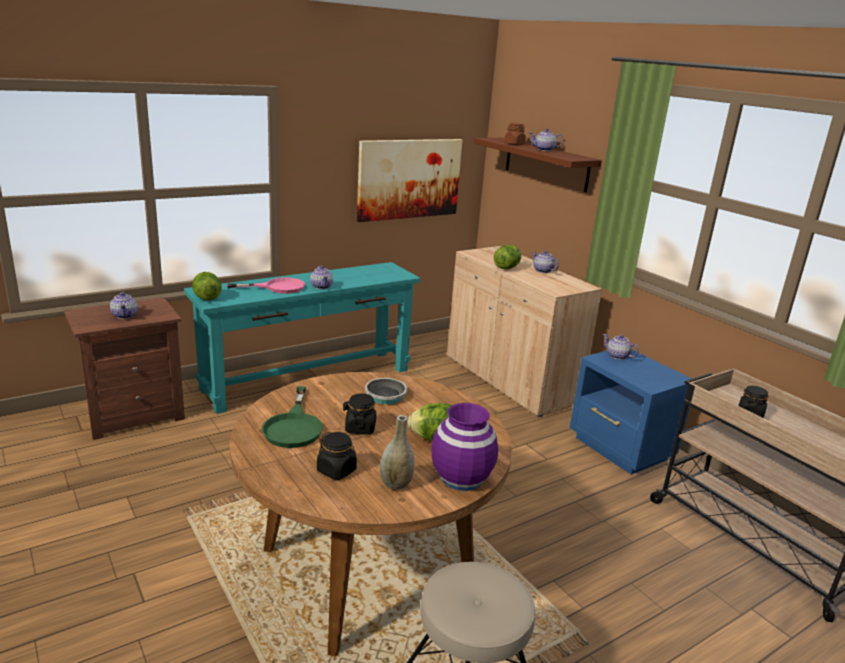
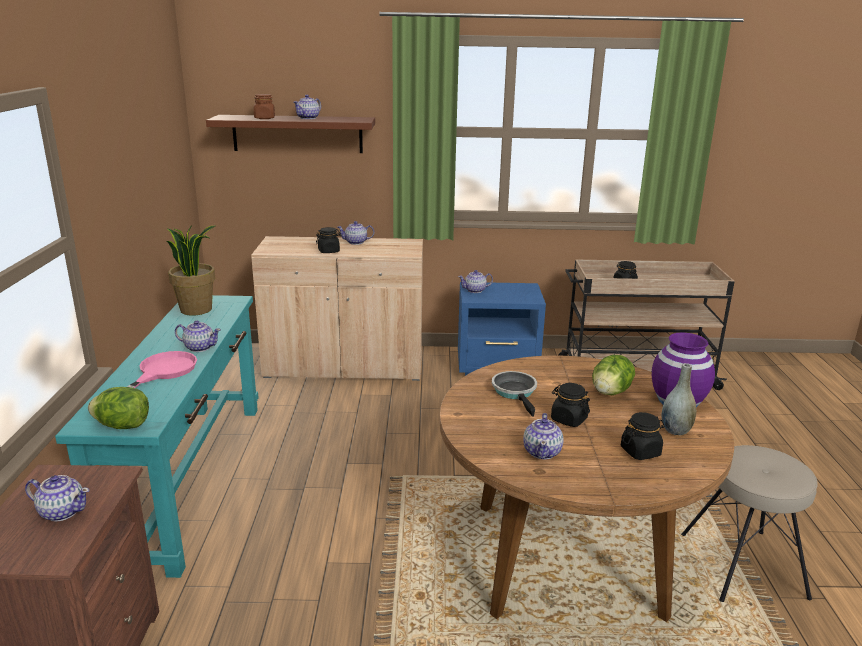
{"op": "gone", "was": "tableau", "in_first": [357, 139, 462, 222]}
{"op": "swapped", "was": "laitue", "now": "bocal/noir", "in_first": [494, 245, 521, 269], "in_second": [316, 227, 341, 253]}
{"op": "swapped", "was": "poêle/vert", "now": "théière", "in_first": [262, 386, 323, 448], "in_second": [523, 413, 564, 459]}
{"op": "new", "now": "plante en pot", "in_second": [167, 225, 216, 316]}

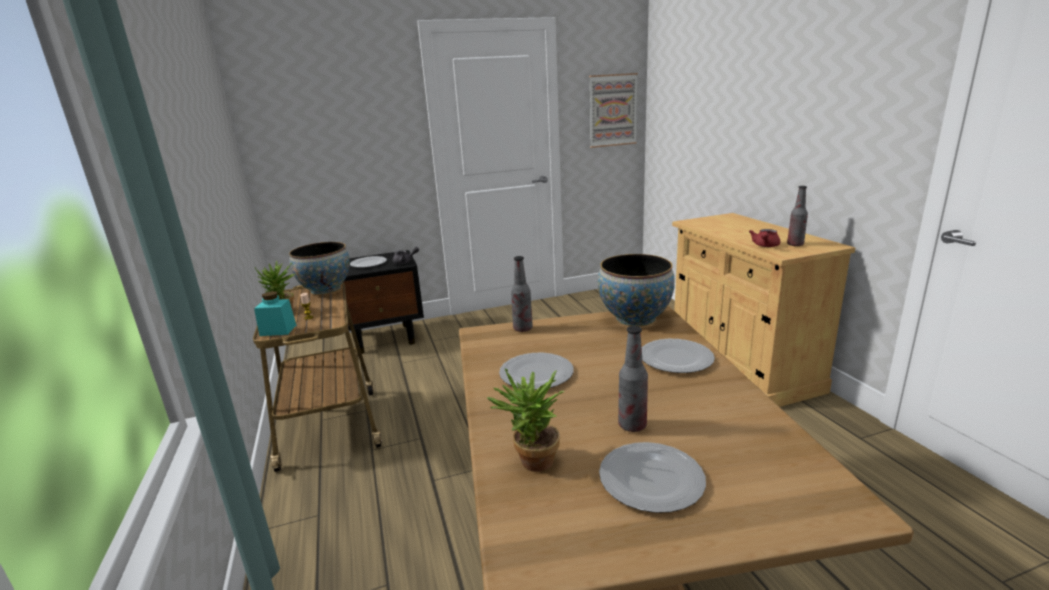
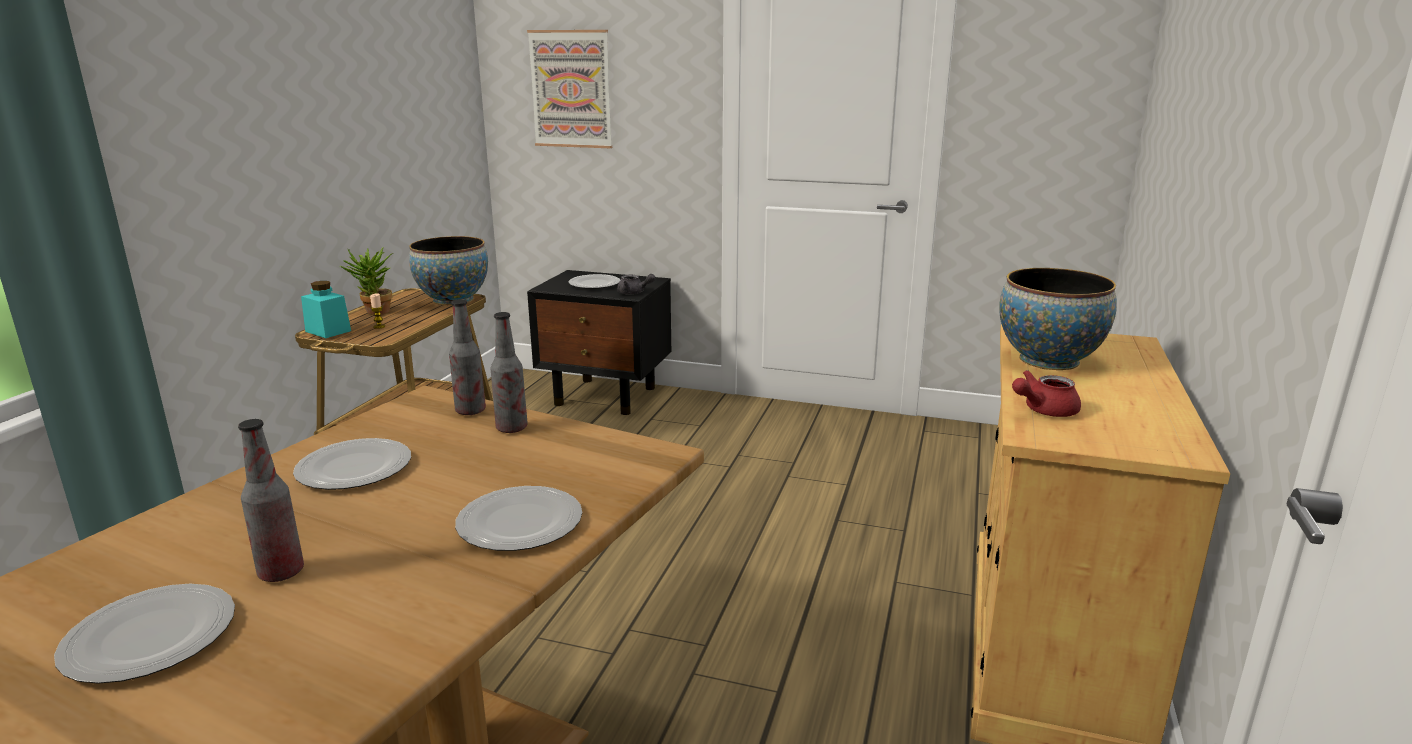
{"op": "shifted", "was": "tableau", "in_first": [589, 73, 638, 148], "in_second": [527, 30, 612, 148]}
{"op": "shifted", "was": "bouteille", "in_first": [787, 186, 808, 246], "in_second": [490, 312, 528, 433]}
{"op": "shifted", "was": "bol", "in_first": [598, 254, 675, 327], "in_second": [999, 268, 1117, 370]}
{"op": "gone", "was": "plante en pot", "in_first": [487, 368, 565, 472]}

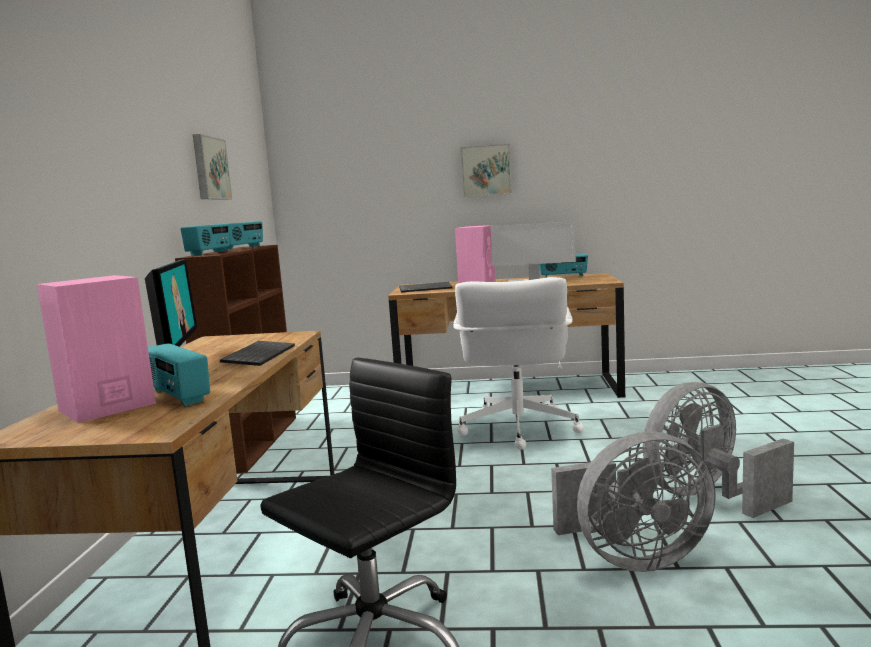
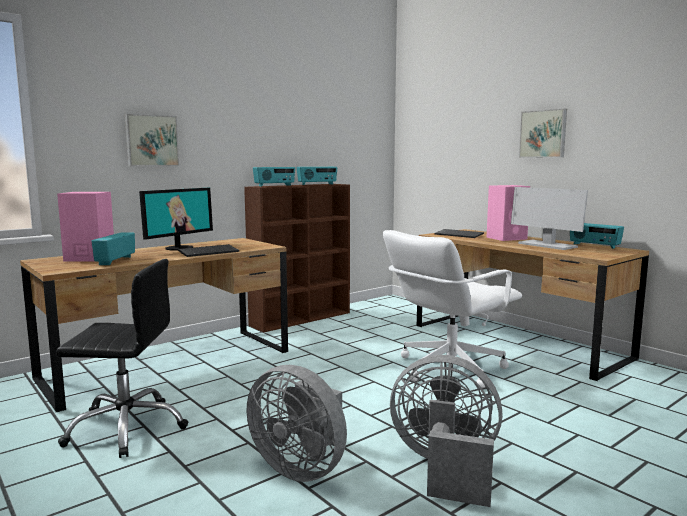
{"op": "shifted", "was": "tableau", "in_first": [193, 134, 232, 200], "in_second": [125, 114, 179, 166]}

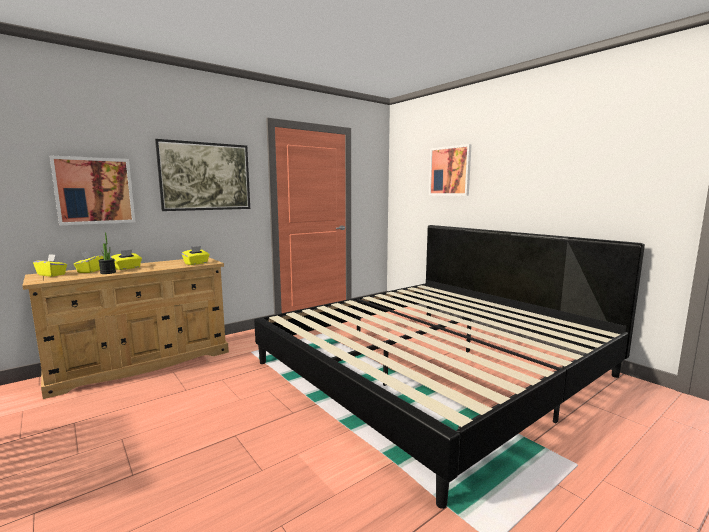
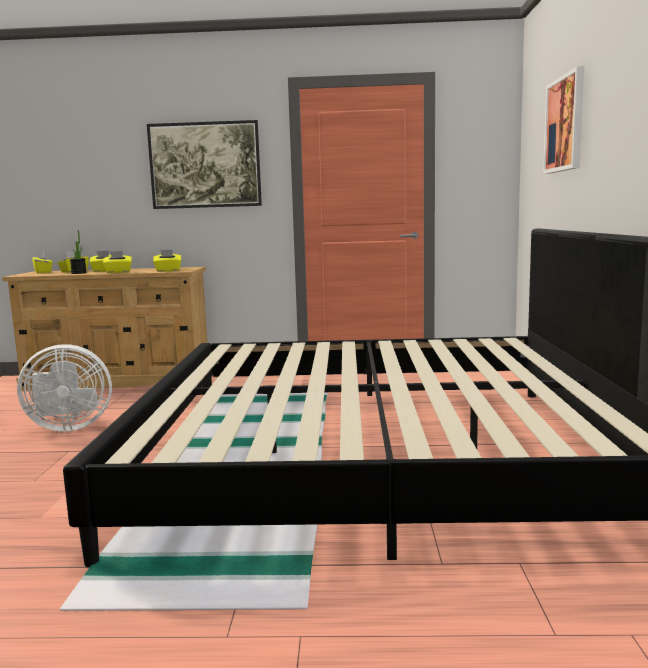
{"op": "gone", "was": "tableau", "in_first": [49, 155, 135, 225]}
{"op": "new", "now": "boîte à mouchoirs/jaune", "in_second": [103, 251, 132, 273]}
{"op": "new", "now": "ventilateur/blanc", "in_second": [17, 344, 112, 431]}

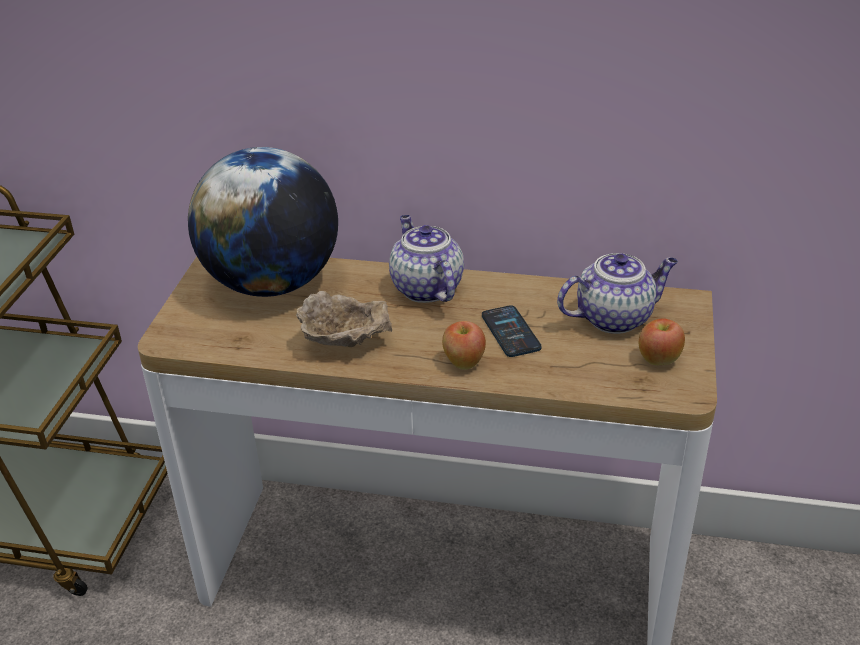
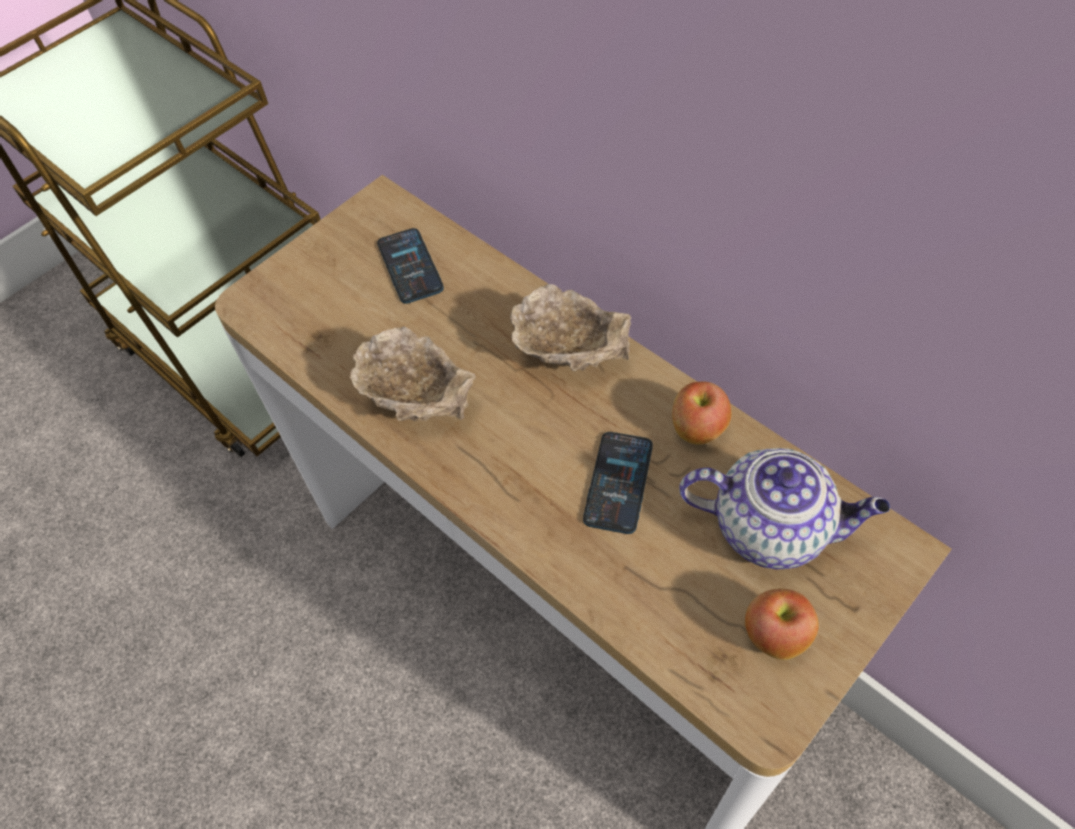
{"op": "swapped", "was": "globe", "now": "téléphone", "in_first": [188, 147, 338, 297], "in_second": [377, 228, 444, 304]}
{"op": "swapped", "was": "théière", "now": "bol/beige", "in_first": [389, 215, 464, 303], "in_second": [510, 284, 631, 371]}
{"op": "shifted", "was": "pomme", "in_first": [442, 321, 486, 370], "in_second": [672, 381, 731, 445]}

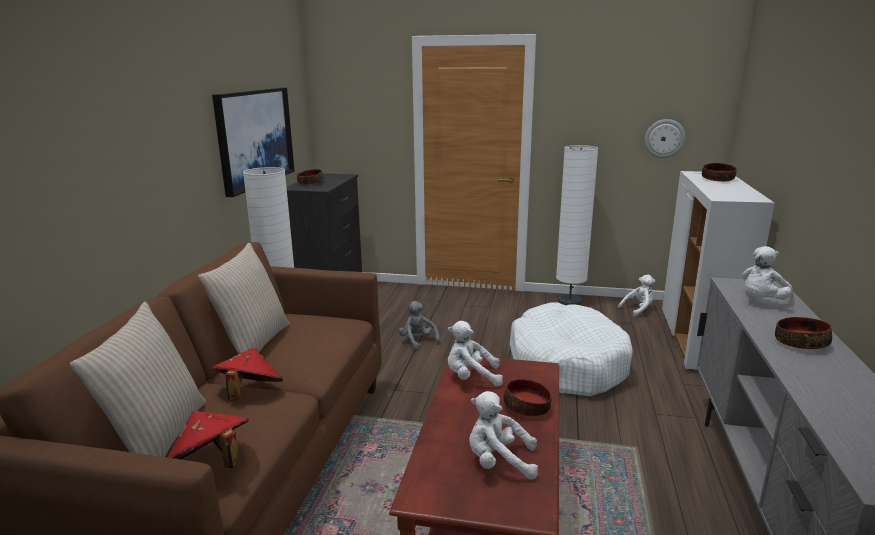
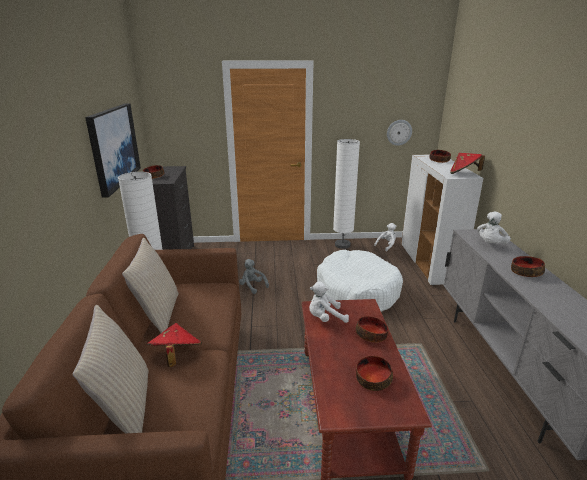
{"op": "swapped", "was": "peluche/blanc", "now": "bol", "in_first": [470, 391, 538, 480], "in_second": [356, 356, 393, 391]}
{"op": "shifted", "was": "chapeau/rouge", "in_first": [167, 410, 249, 468], "in_second": [450, 153, 485, 174]}

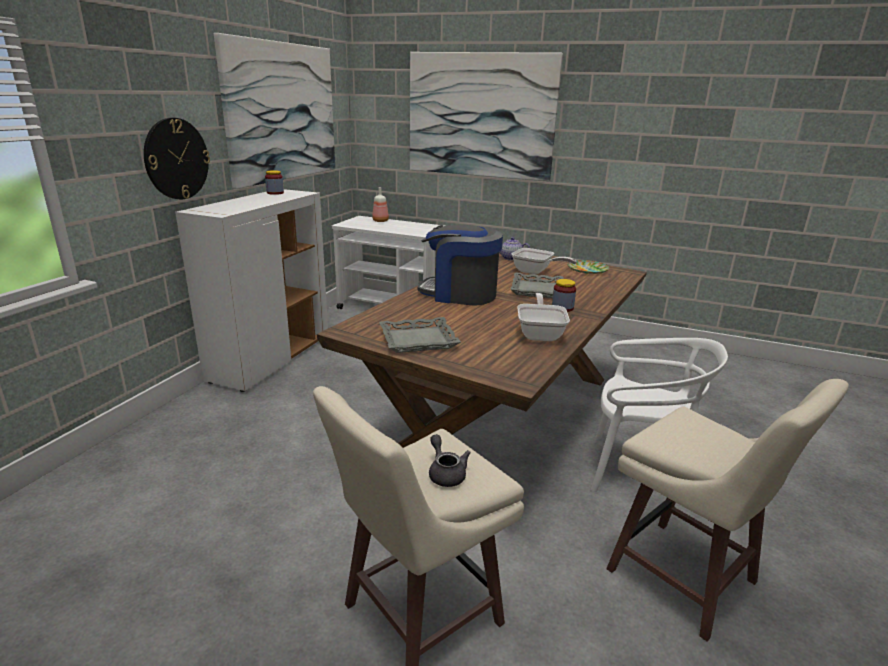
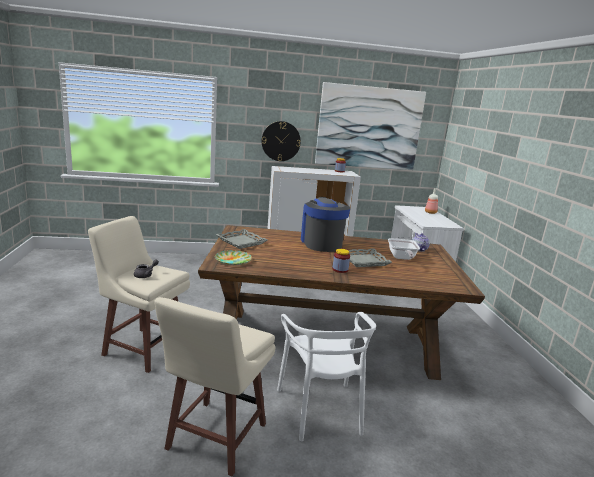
{"op": "gone", "was": "tableau", "in_first": [410, 52, 563, 181]}
{"op": "shifted", "was": "assiette", "in_first": [568, 260, 609, 274], "in_second": [215, 250, 252, 265]}
{"op": "gone", "was": "poêle", "in_first": [517, 293, 570, 341]}

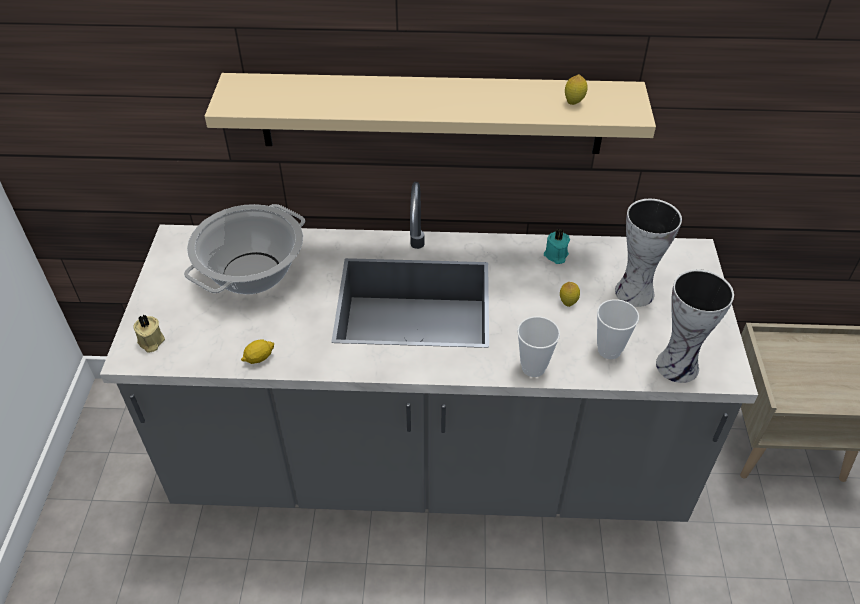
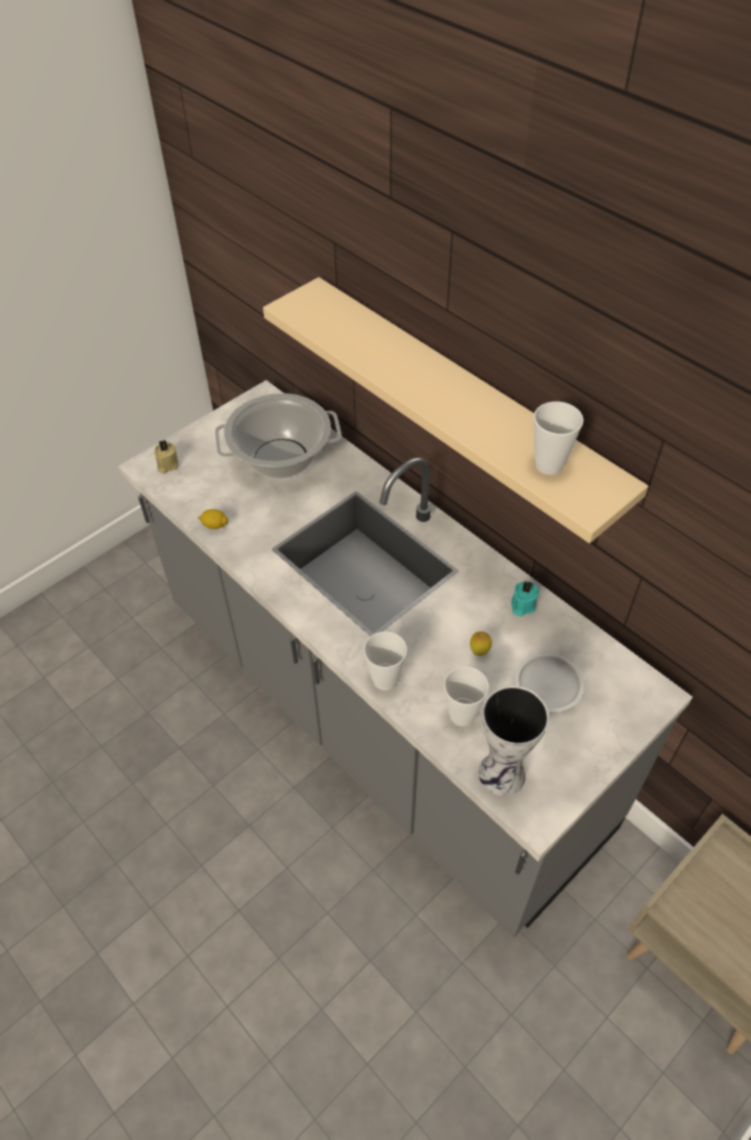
{"op": "swapped", "was": "citron", "now": "tasse", "in_first": [565, 74, 588, 105], "in_second": [534, 402, 584, 475]}
{"op": "swapped", "was": "vase", "now": "assiette/blanc", "in_first": [615, 199, 682, 307], "in_second": [515, 653, 584, 712]}

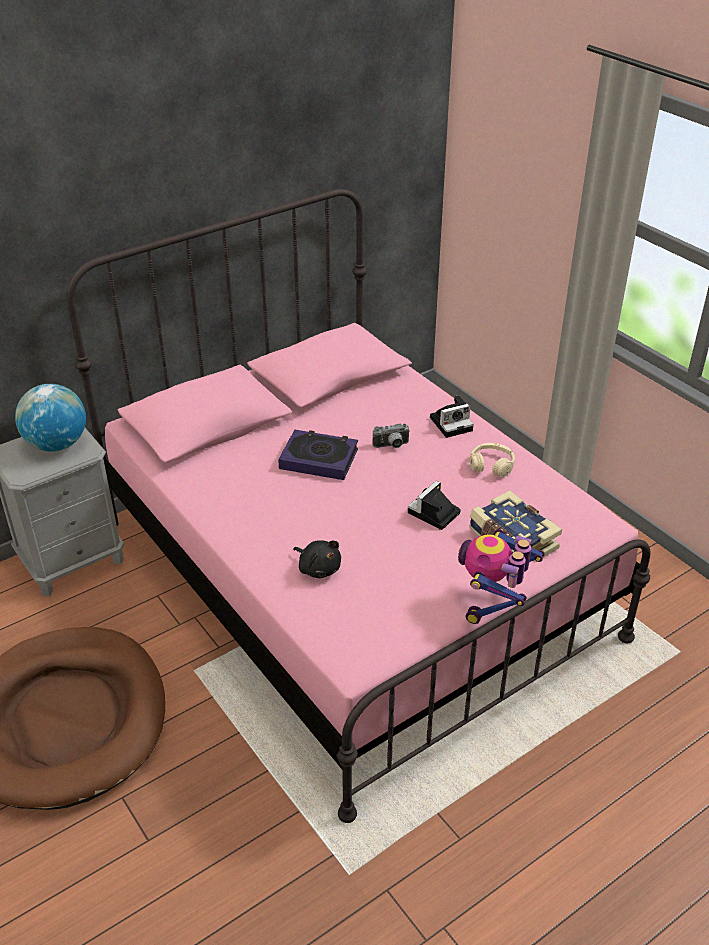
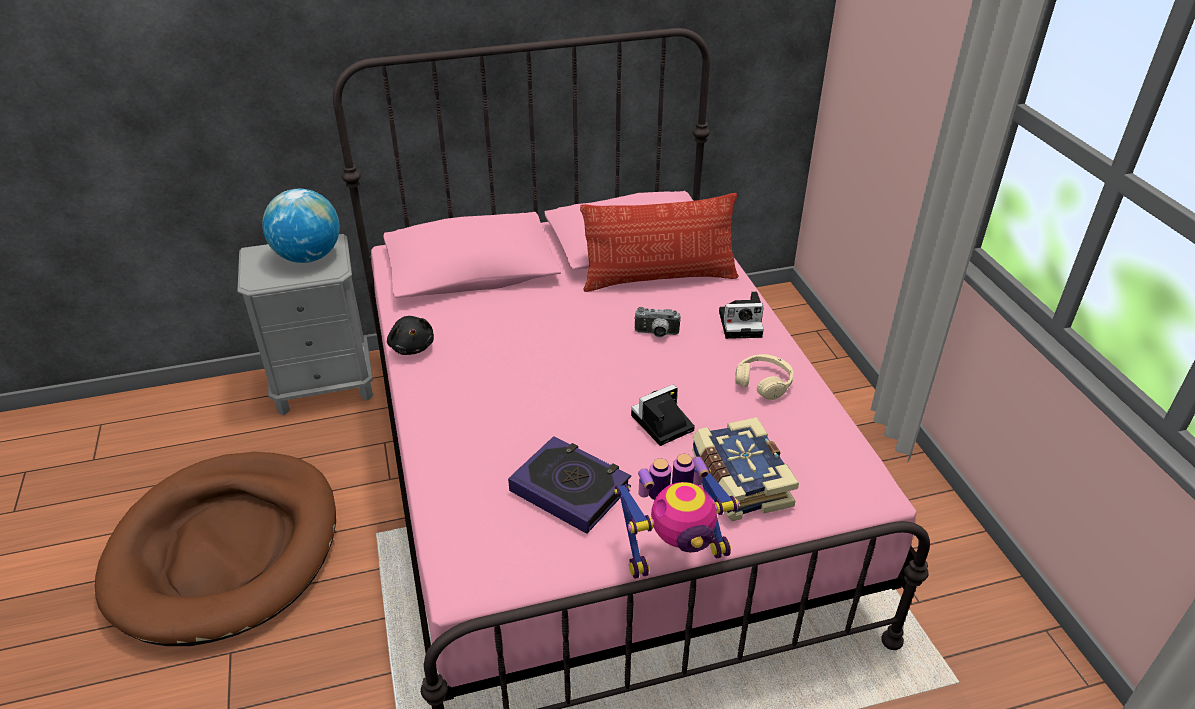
{"op": "shifted", "was": "livre", "in_first": [278, 430, 358, 480], "in_second": [508, 436, 631, 534]}
{"op": "rotated", "was": "robot jouet", "in_first": [458, 529, 545, 624], "in_second": [614, 454, 739, 579], "clockwise": -150}
{"op": "shifted", "was": "peluche/noir", "in_first": [293, 540, 341, 578], "in_second": [387, 316, 434, 355]}
{"op": "new", "now": "coussin", "in_second": [580, 193, 738, 292]}

